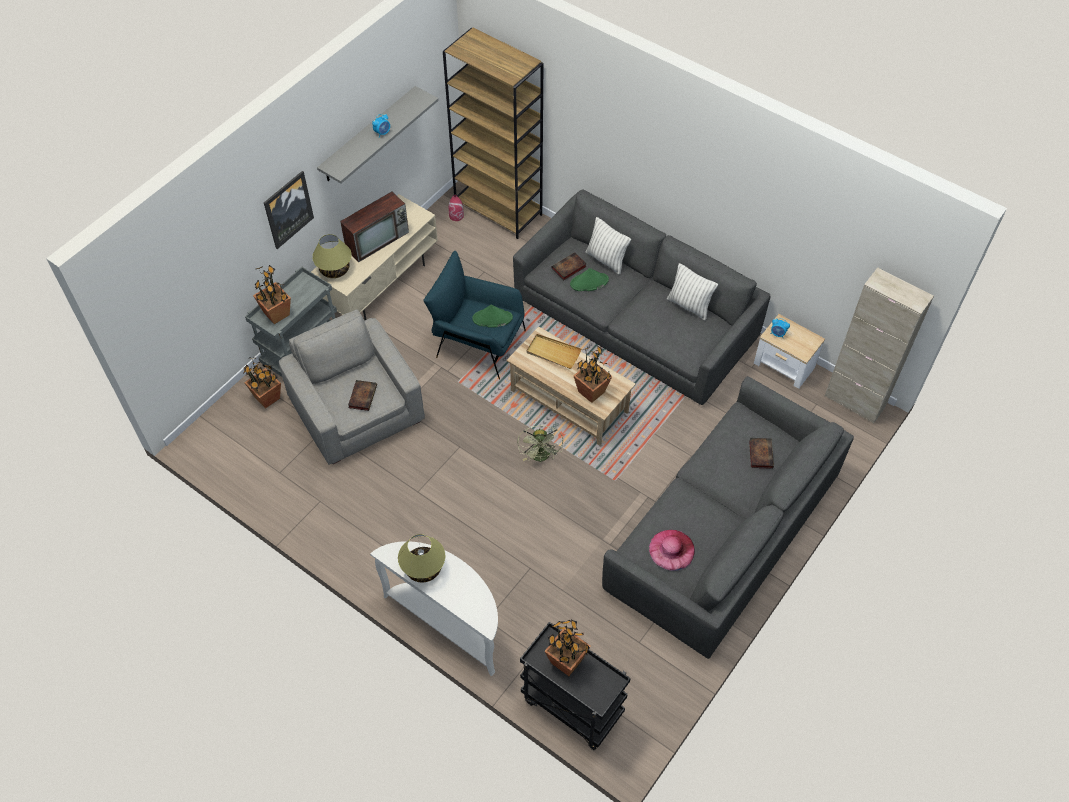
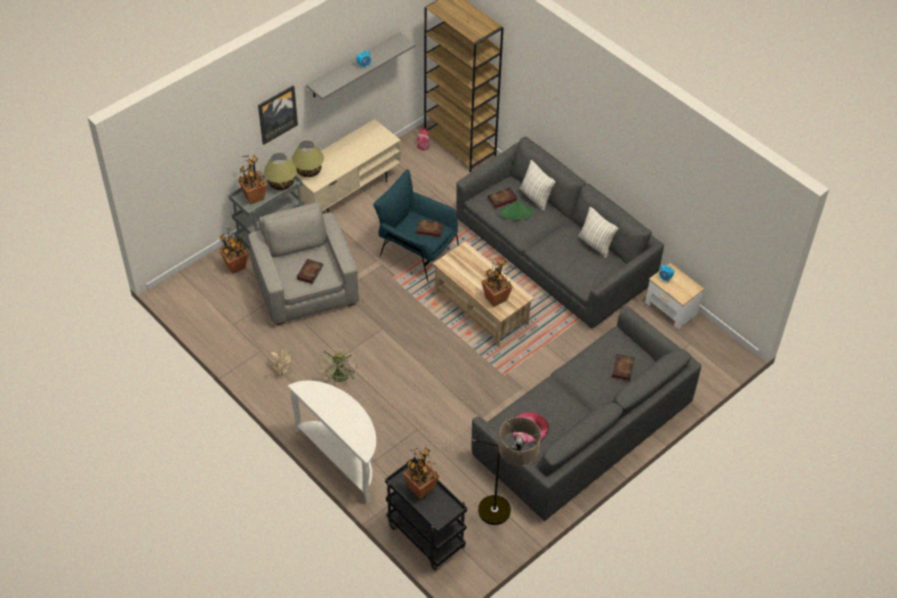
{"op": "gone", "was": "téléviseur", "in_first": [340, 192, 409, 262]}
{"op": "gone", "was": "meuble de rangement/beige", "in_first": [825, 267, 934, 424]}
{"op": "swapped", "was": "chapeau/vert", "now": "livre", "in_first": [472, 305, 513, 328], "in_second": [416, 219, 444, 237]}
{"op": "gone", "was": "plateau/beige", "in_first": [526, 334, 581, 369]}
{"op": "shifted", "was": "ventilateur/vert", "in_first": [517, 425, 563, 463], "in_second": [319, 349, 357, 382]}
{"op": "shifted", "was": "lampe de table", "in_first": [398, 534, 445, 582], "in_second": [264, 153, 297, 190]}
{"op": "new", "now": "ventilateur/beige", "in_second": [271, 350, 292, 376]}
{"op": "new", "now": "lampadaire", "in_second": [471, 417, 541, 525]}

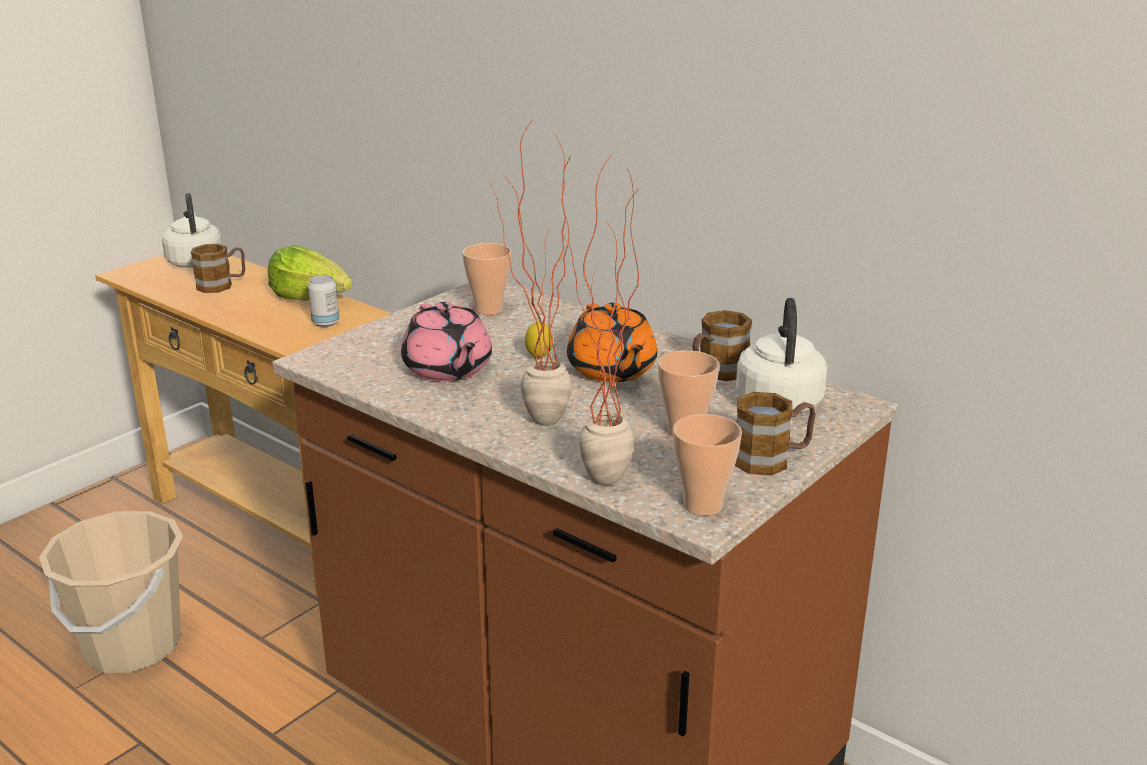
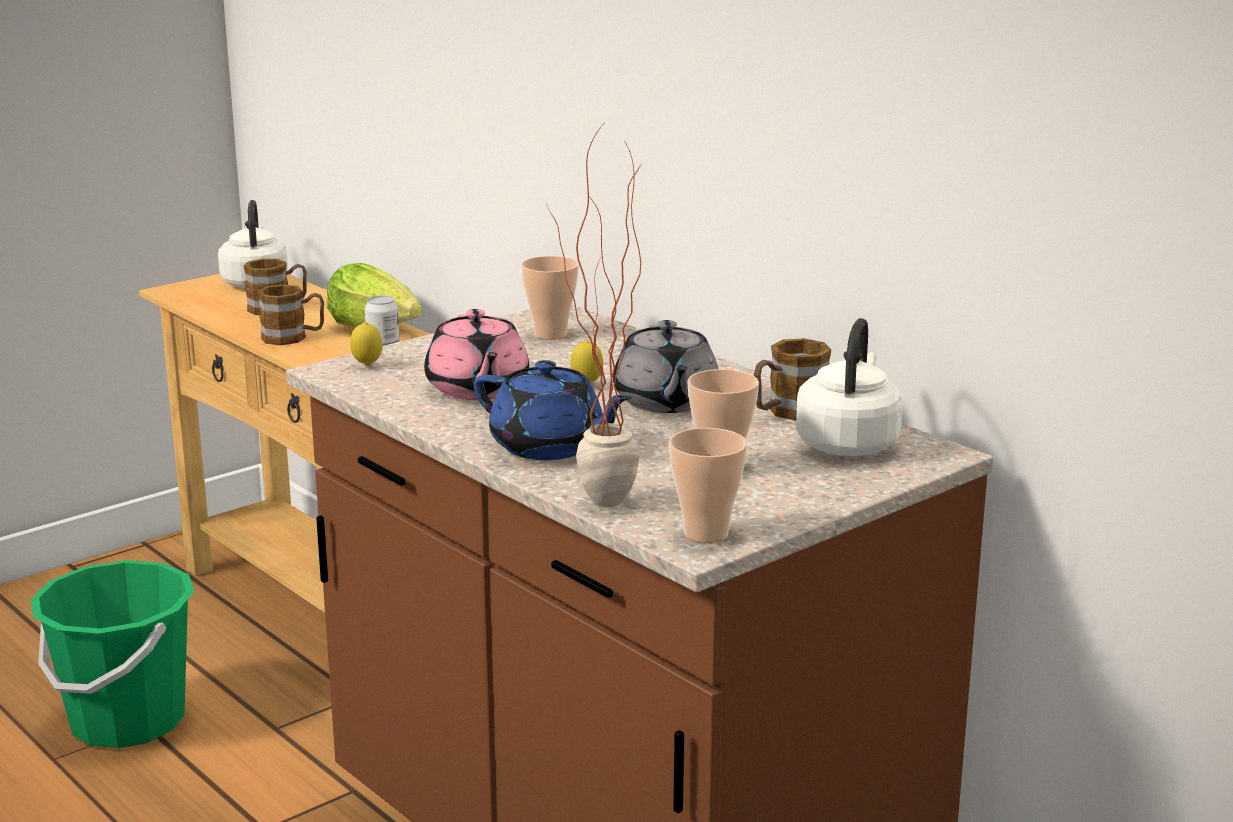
{"op": "swapped", "was": "plante en pot", "now": "théière/bleu", "in_first": [490, 118, 572, 426], "in_second": [474, 360, 632, 460]}
{"op": "repainted", "was": "théière/orange", "now": "théière/gris", "in_first": [567, 303, 657, 382], "in_second": [613, 320, 718, 413]}
{"op": "shifted", "was": "mug", "in_first": [735, 392, 816, 476], "in_second": [257, 284, 324, 345]}
{"op": "repainted", "was": "seau/beige", "now": "seau/vert", "in_first": [39, 511, 183, 673], "in_second": [31, 560, 195, 748]}
{"op": "new", "now": "citron", "in_second": [350, 322, 383, 366]}

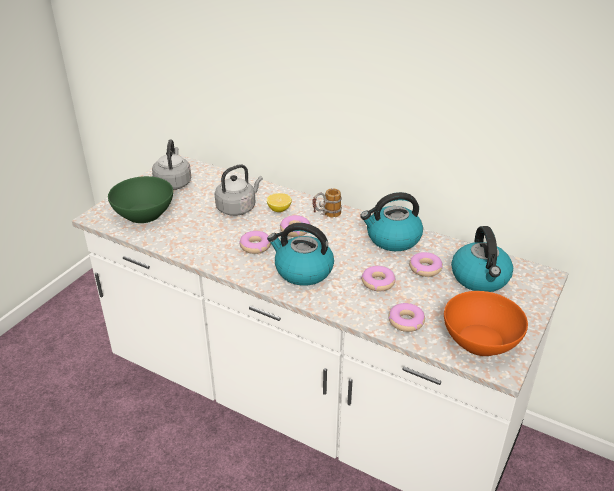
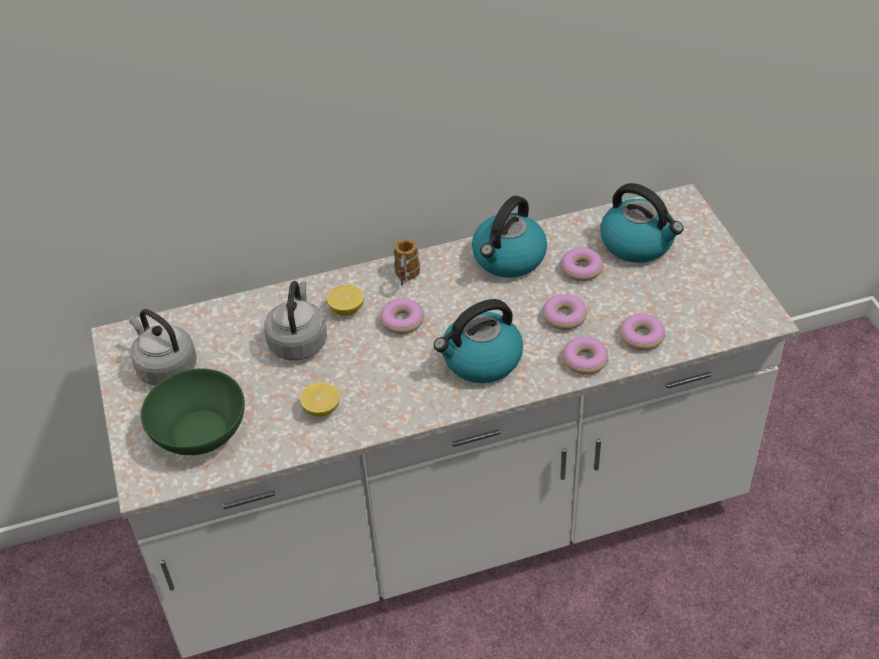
{"op": "shifted", "was": "beignet", "in_first": [239, 231, 271, 254], "in_second": [563, 337, 609, 375]}
{"op": "gone", "was": "bol/orange", "in_first": [444, 291, 528, 356]}
{"op": "new", "now": "citron", "in_second": [300, 382, 340, 417]}

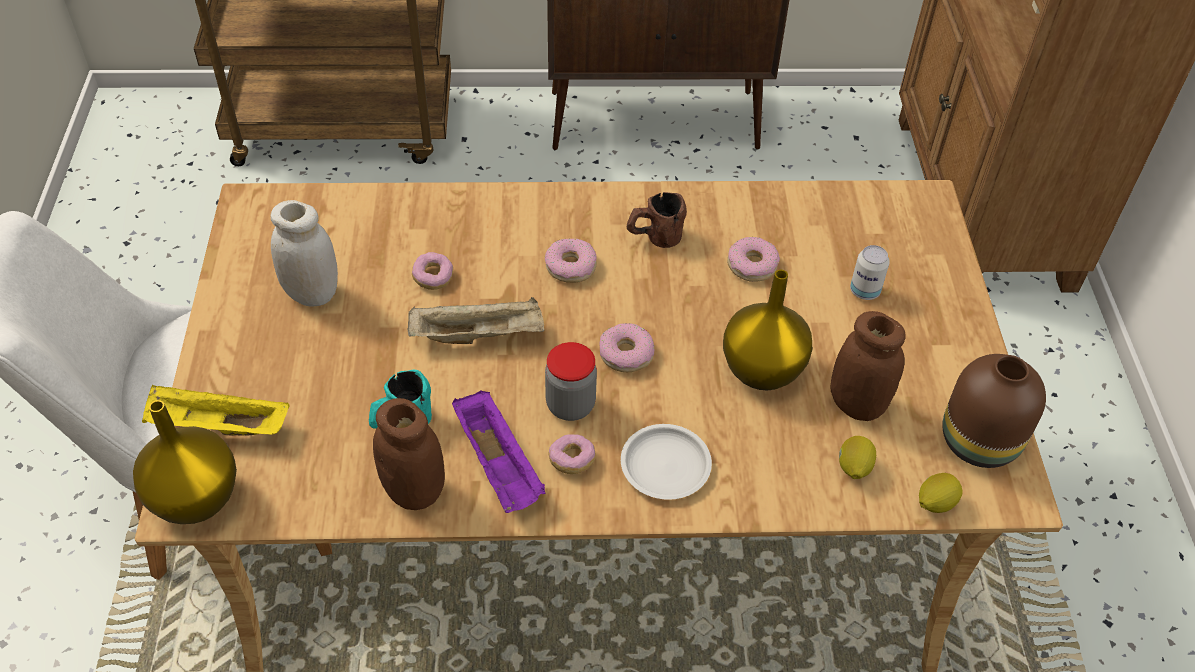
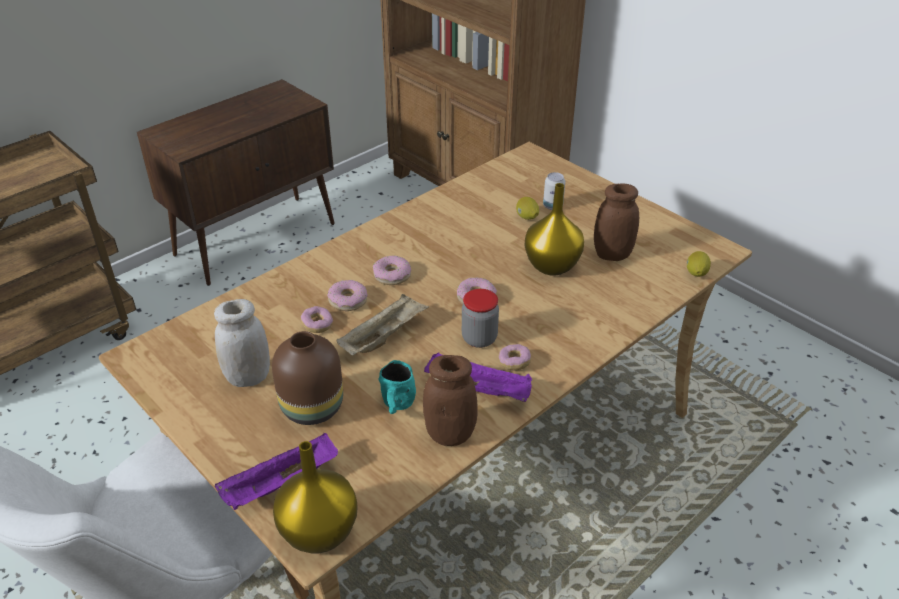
{"op": "gone", "was": "mug/marron", "in_first": [627, 192, 687, 248]}
{"op": "shifted", "was": "beignet", "in_first": [727, 237, 780, 282], "in_second": [327, 280, 367, 311]}
{"op": "shifted", "was": "vase/marron", "in_first": [942, 354, 1046, 468], "in_second": [272, 331, 343, 425]}
{"op": "repainted", "was": "plateau/jaune", "now": "plateau/violet", "in_first": [142, 385, 290, 436], "in_second": [215, 433, 338, 510]}
{"op": "gone", "was": "assiette/blanc", "in_first": [621, 424, 712, 500]}
{"op": "shifted", "was": "citron", "in_first": [839, 436, 876, 479], "in_second": [516, 197, 539, 220]}

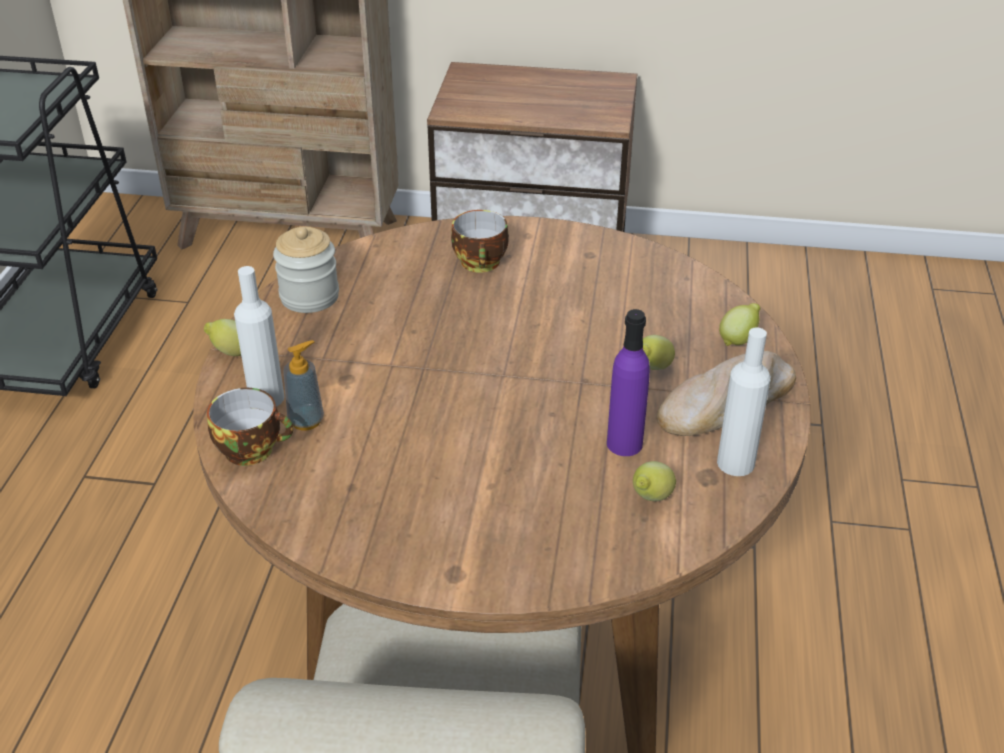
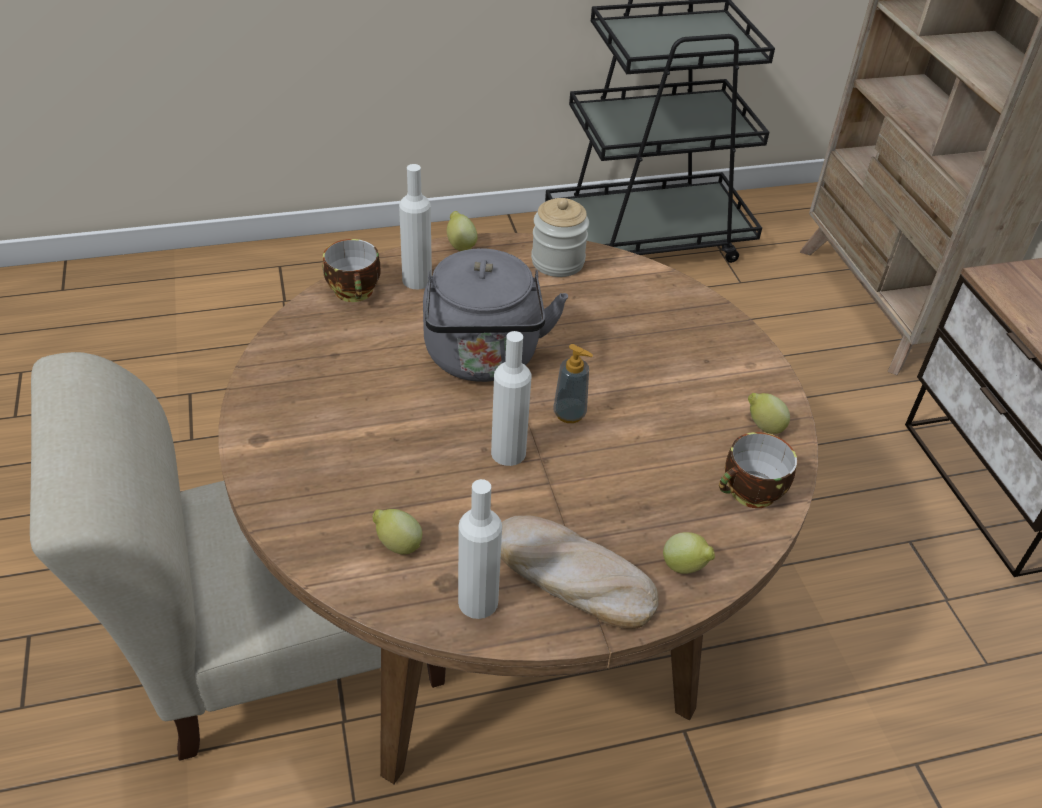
{"op": "shifted", "was": "tasse", "in_first": [451, 210, 509, 273], "in_second": [719, 432, 797, 508]}
{"op": "gone", "was": "bouteille/violet", "in_first": [607, 309, 650, 456]}
{"op": "shifted", "was": "citron", "in_first": [643, 335, 675, 370], "in_second": [748, 393, 790, 434]}
{"op": "shifted", "was": "distributeur de savon", "in_first": [283, 340, 324, 430], "in_second": [554, 344, 593, 423]}
{"op": "new", "now": "bouilloire/gris", "in_second": [423, 249, 568, 382]}
{"op": "new", "now": "bouteille/blanc", "in_second": [491, 331, 531, 466]}

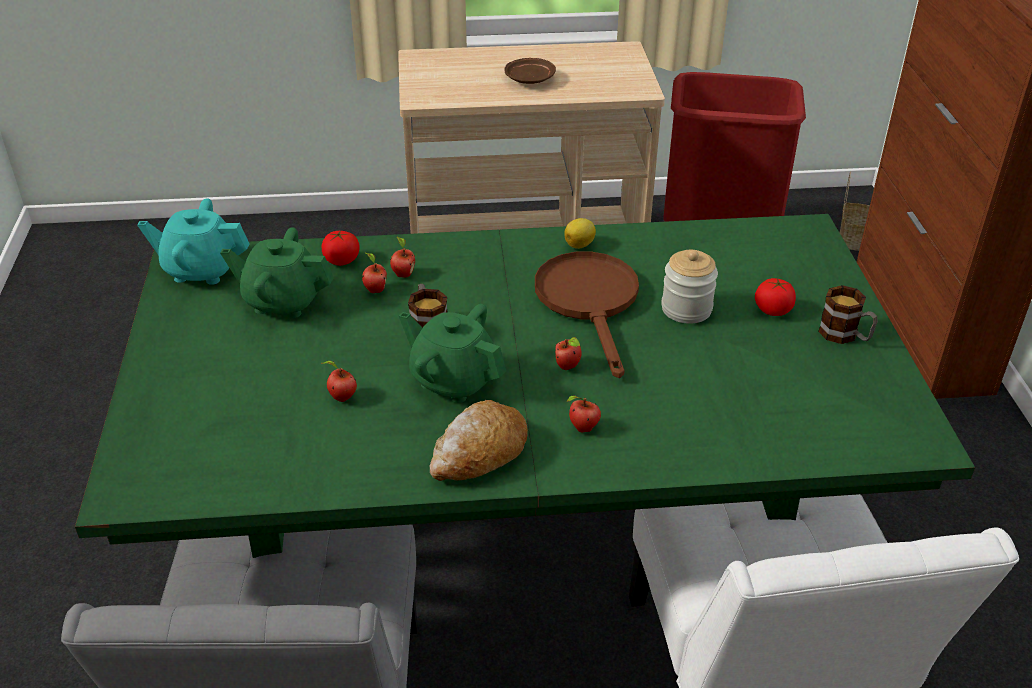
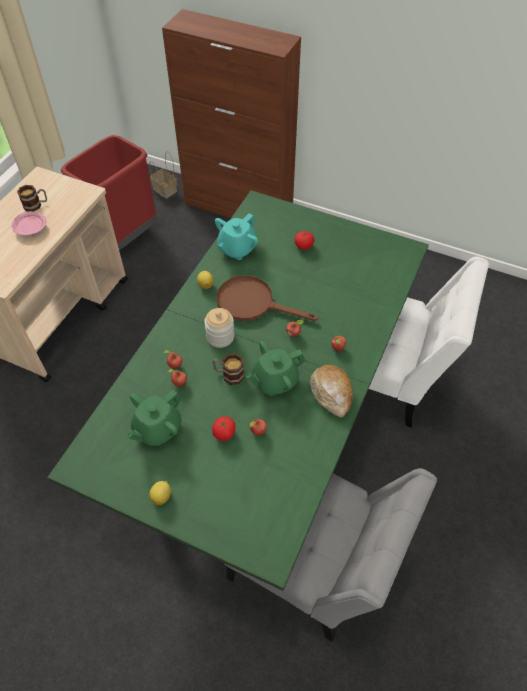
{"op": "repainted", "was": "assiette/marron", "now": "assiette/rose", "in_first": [504, 58, 556, 84], "in_second": [11, 211, 46, 236]}
{"op": "shifted", "was": "théière/turquoise", "in_first": [137, 199, 250, 285], "in_second": [215, 213, 258, 260]}
{"op": "shifted", "was": "tomate", "in_first": [322, 230, 359, 266], "in_second": [212, 416, 236, 441]}
{"op": "shifted", "was": "bocal", "in_first": [661, 250, 718, 324], "in_second": [204, 308, 234, 348]}
{"op": "shifted", "was": "mug", "in_first": [818, 285, 878, 344], "in_second": [17, 185, 47, 211]}
{"op": "new", "now": "citron", "in_second": [149, 481, 171, 505]}

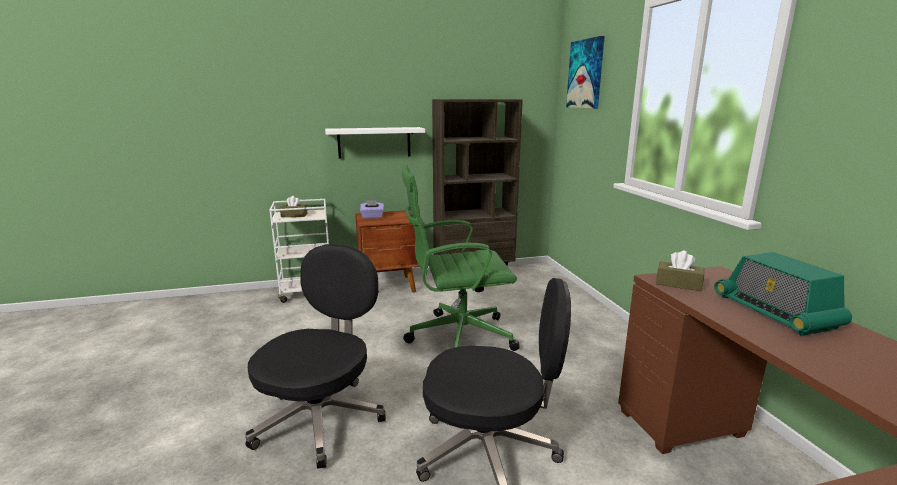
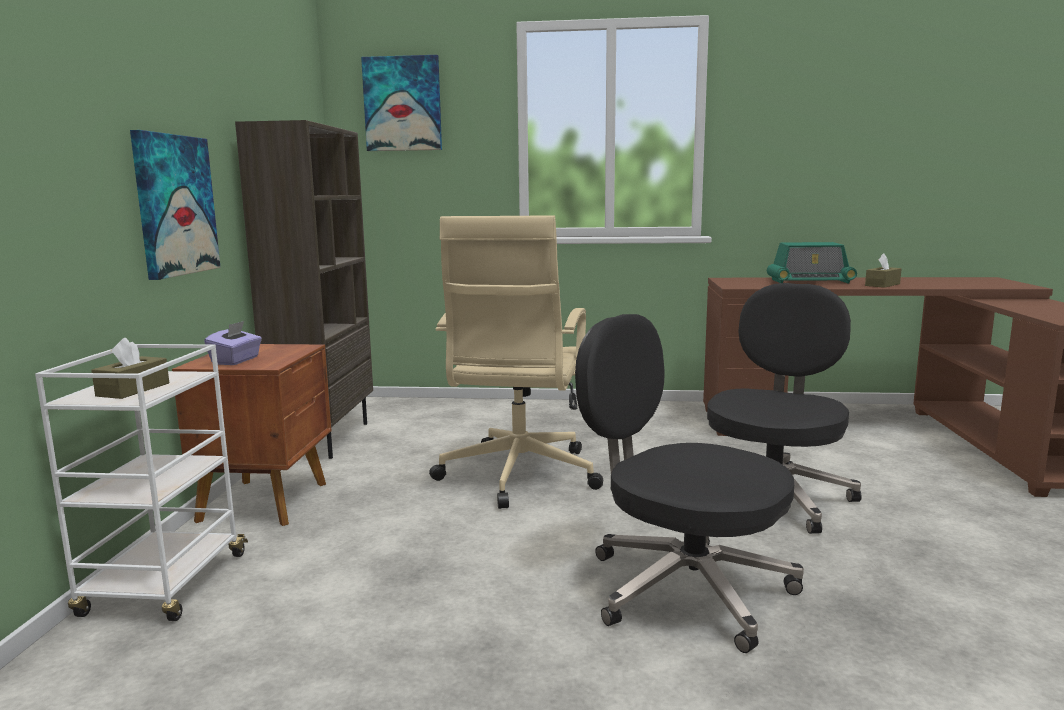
{"op": "swapped", "was": "étagère/blanc", "now": "tableau", "in_first": [325, 127, 425, 159], "in_second": [130, 130, 221, 280]}
{"op": "repainted", "was": "chaise de bureau/vert", "now": "chaise de bureau/beige", "in_first": [402, 165, 519, 351], "in_second": [429, 215, 603, 509]}
{"op": "shifted", "was": "boîte à mouchoirs/marron", "in_first": [656, 251, 704, 291], "in_second": [865, 253, 901, 288]}

